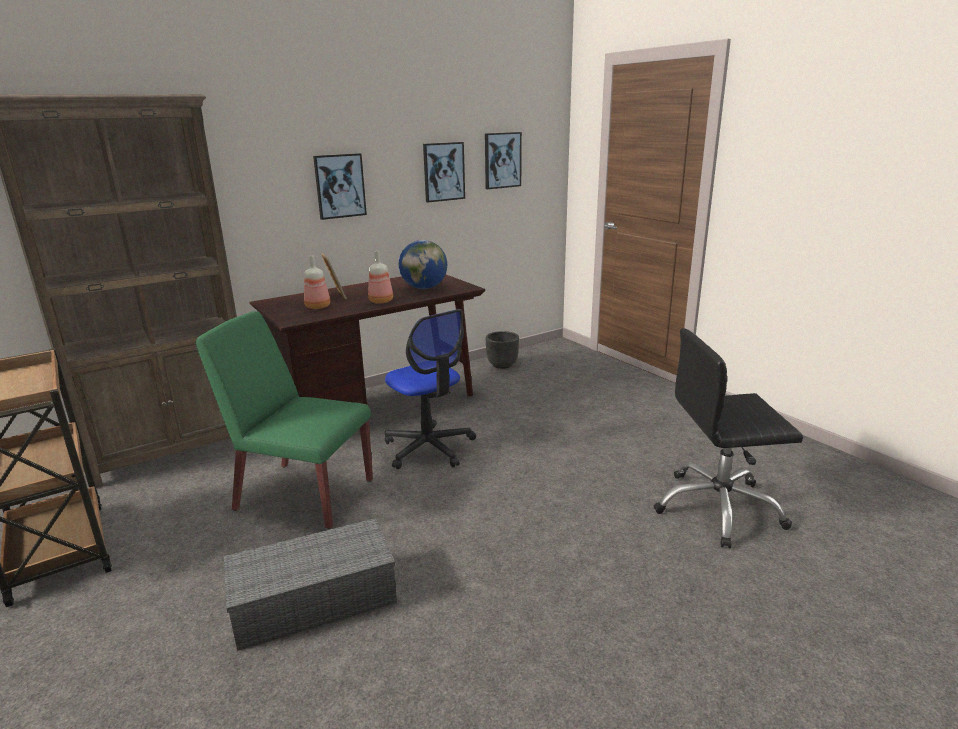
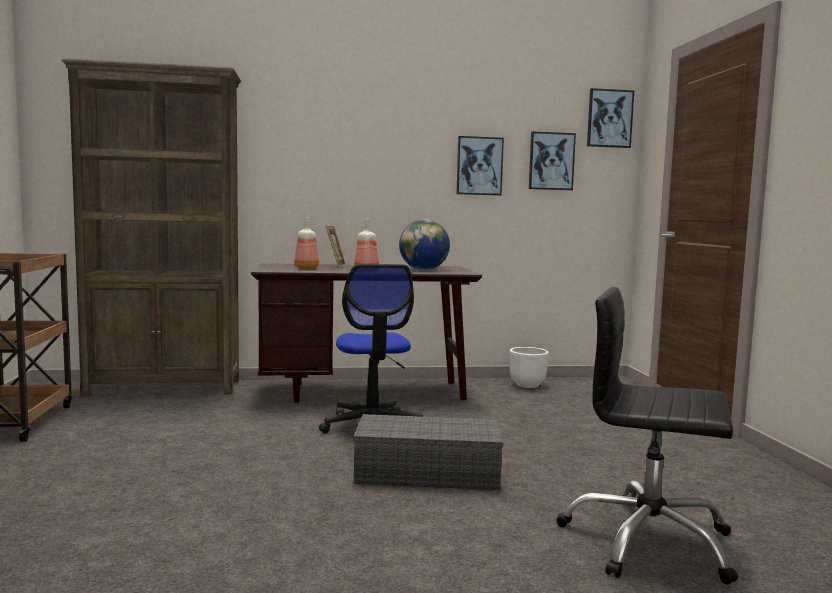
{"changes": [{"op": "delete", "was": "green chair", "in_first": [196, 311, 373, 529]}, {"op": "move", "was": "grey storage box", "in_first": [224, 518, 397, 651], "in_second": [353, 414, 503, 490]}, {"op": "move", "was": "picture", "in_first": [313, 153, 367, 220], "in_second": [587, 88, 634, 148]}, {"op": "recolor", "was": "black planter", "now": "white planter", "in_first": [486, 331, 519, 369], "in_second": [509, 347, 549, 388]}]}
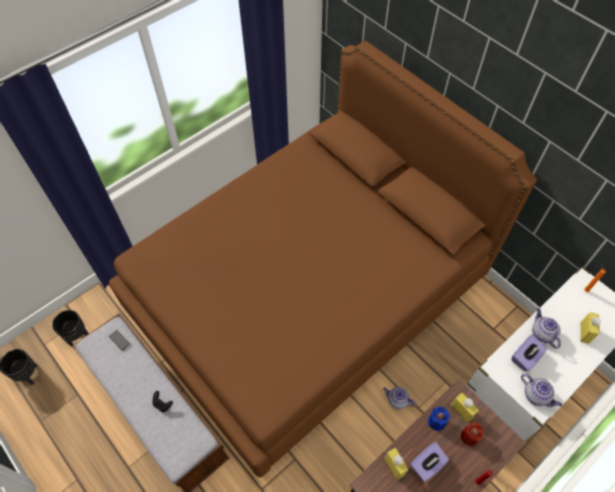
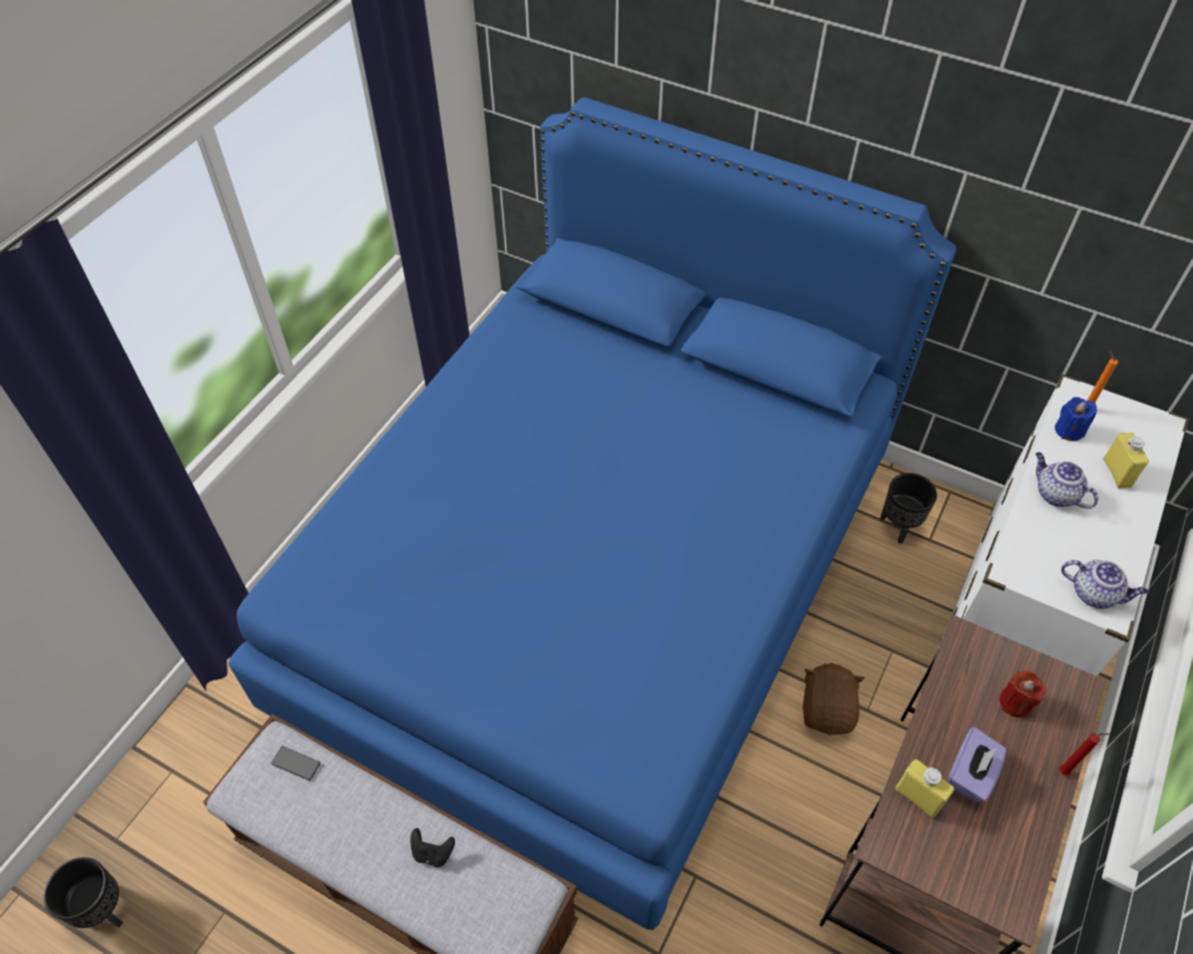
{"changes": [{"op": "delete", "was": "yellow bottle", "in_first": [451, 393, 479, 422]}, {"op": "delete", "was": "purple tissue box", "in_first": [511, 334, 547, 371]}, {"op": "move", "was": "black planter", "in_first": [52, 310, 89, 346], "in_second": [880, 473, 937, 544]}, {"op": "move", "was": "blue candle", "in_first": [428, 407, 450, 431], "in_second": [1055, 397, 1097, 441]}, {"op": "replace", "was": "teapot", "now": "brown plush toy", "in_first": [383, 387, 416, 409], "in_second": [803, 663, 865, 735]}, {"op": "recolor", "was": "brown bed", "now": "blue bed", "in_first": [109, 41, 537, 478], "in_second": [229, 97, 957, 930]}]}
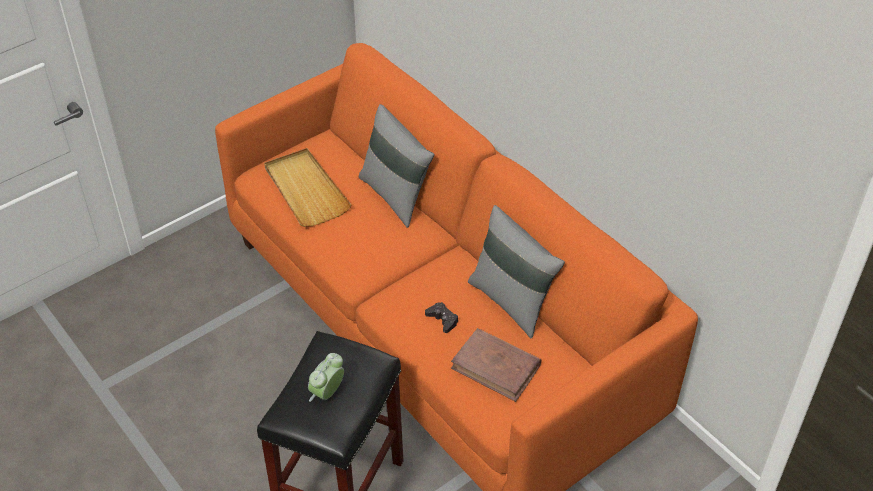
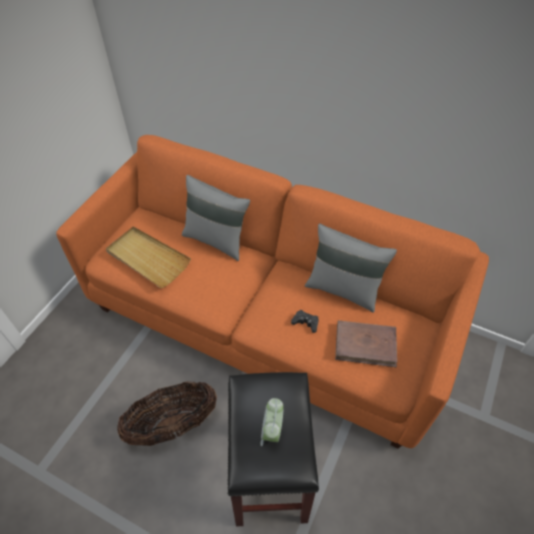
{"changes": [{"op": "insert", "now": "basket", "in_second": [117, 381, 217, 446]}]}
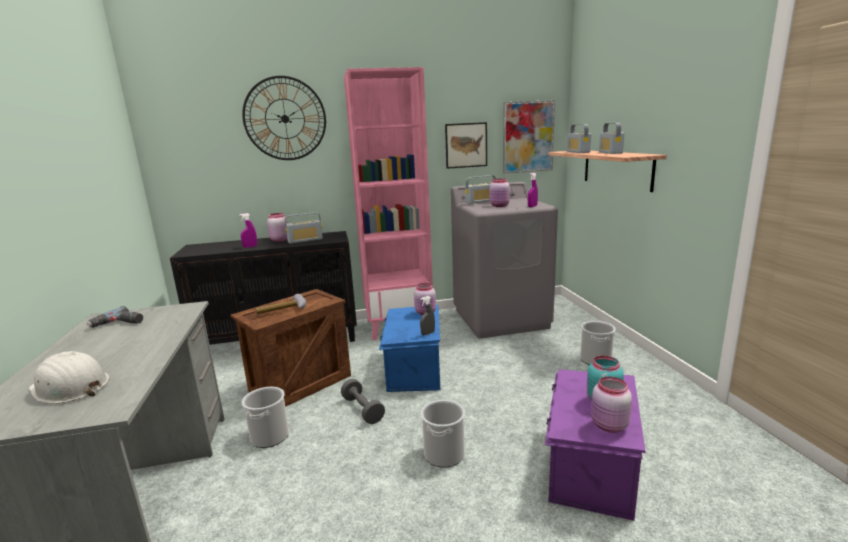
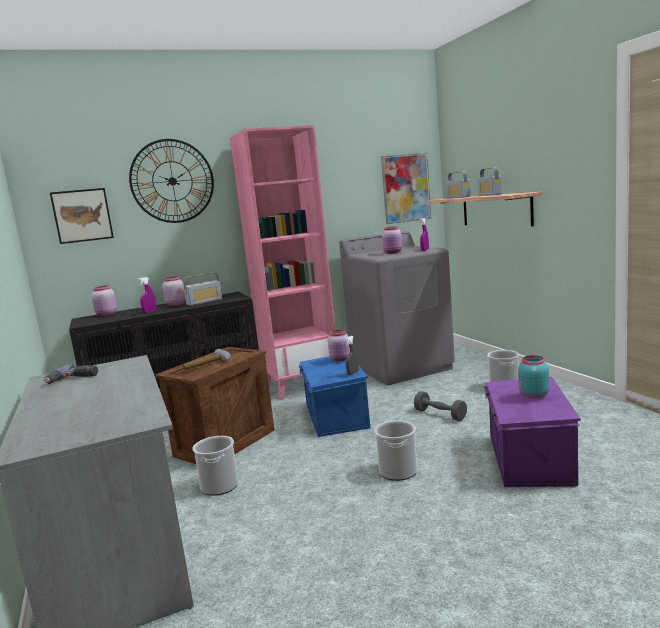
{"changes": [{"op": "delete", "was": "white hard hat", "in_first": [29, 351, 110, 404]}, {"op": "delete", "was": "radio", "in_first": [465, 175, 496, 204]}, {"op": "move", "was": "grey dumbbell", "in_first": [341, 379, 385, 424], "in_second": [414, 391, 467, 421]}, {"op": "move", "was": "picture", "in_first": [445, 122, 487, 169], "in_second": [50, 188, 114, 244]}, {"op": "move", "was": "pink jar", "in_first": [591, 376, 632, 433], "in_second": [92, 285, 117, 316]}]}
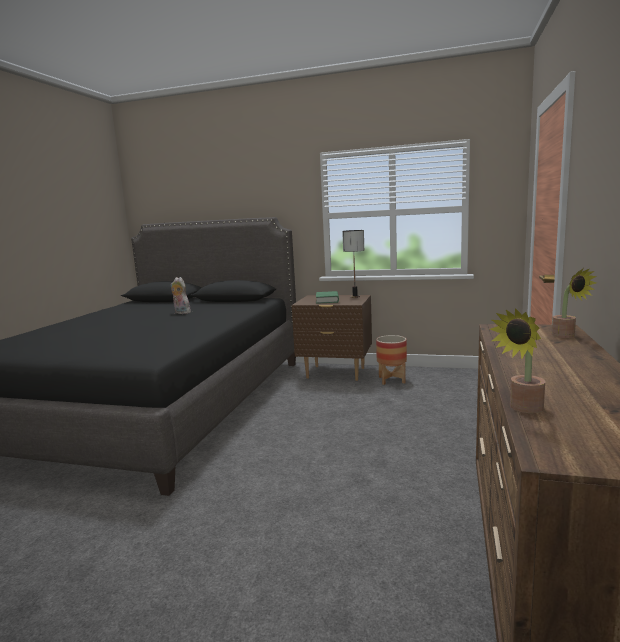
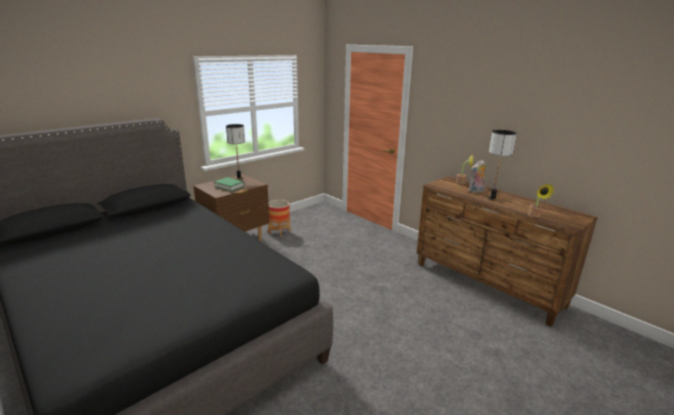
{"changes": [{"op": "insert", "now": "table lamp", "in_second": [488, 130, 517, 201]}, {"op": "move", "was": "plush toy", "in_first": [171, 277, 191, 314], "in_second": [469, 160, 486, 193]}]}
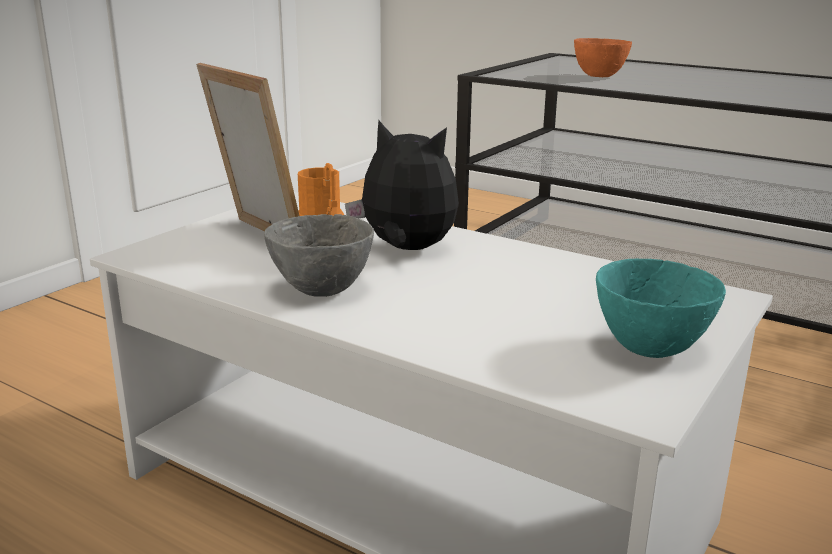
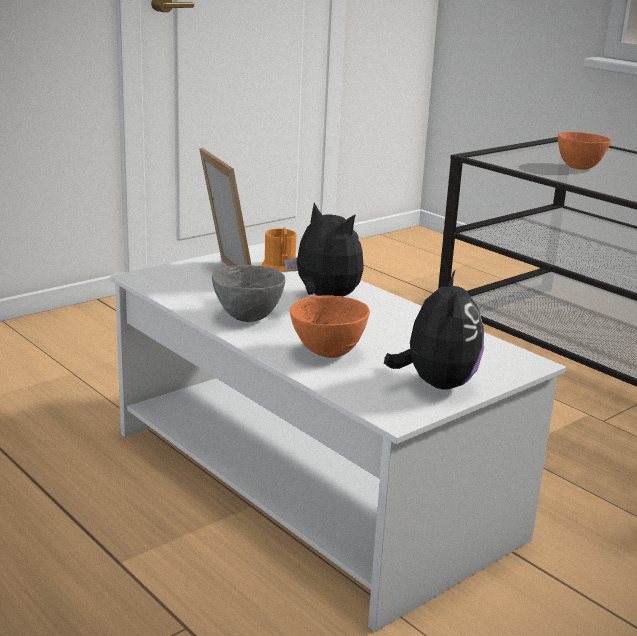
{"changes": [{"op": "insert", "now": "orange bowl", "in_second": [290, 295, 370, 358]}, {"op": "replace", "was": "turquoise bowl", "now": "plush toy", "in_first": [596, 258, 726, 358], "in_second": [384, 269, 484, 389]}]}
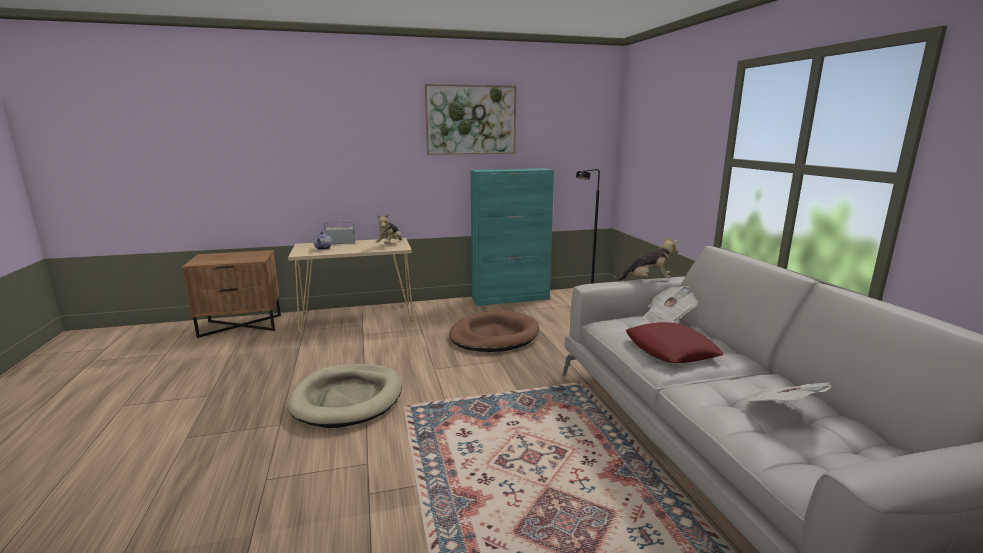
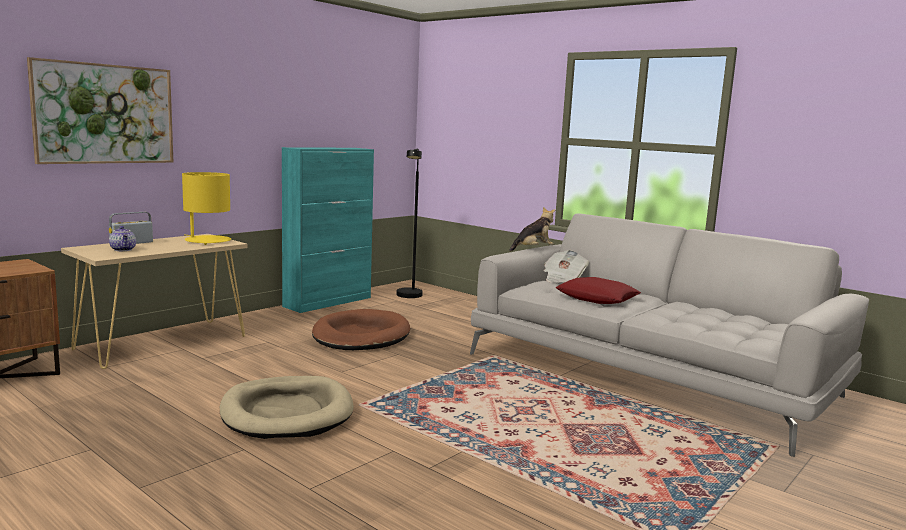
{"changes": [{"op": "delete", "was": "newspaper", "in_first": [742, 383, 831, 402]}, {"op": "move", "was": "picture", "in_first": [425, 84, 516, 155], "in_second": [27, 57, 174, 164]}, {"op": "replace", "was": "plush toy", "now": "yellow table lamp", "in_first": [376, 214, 402, 244], "in_second": [182, 172, 231, 245]}]}
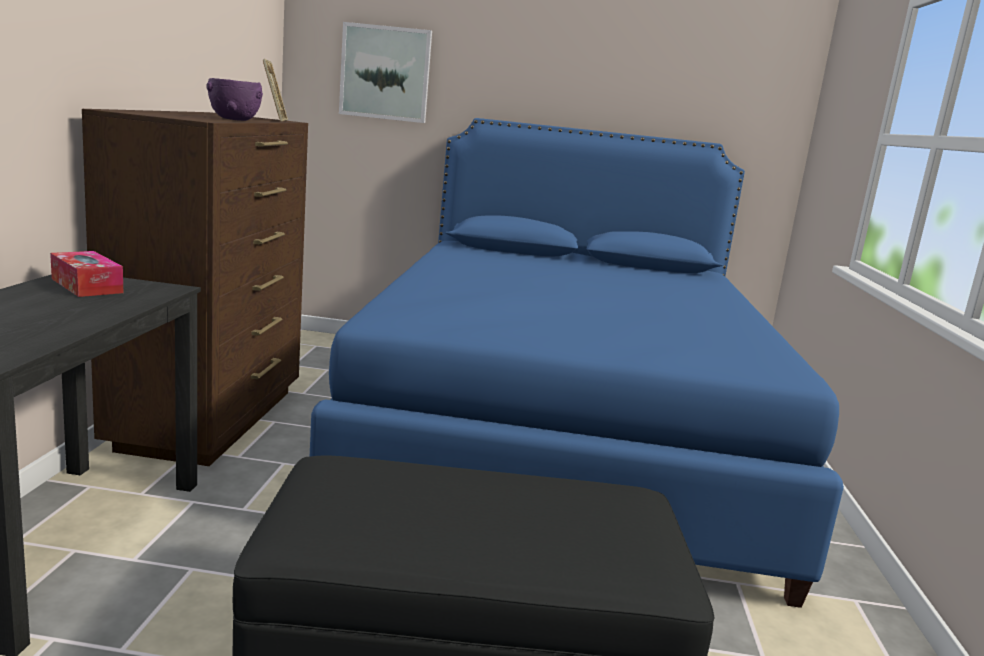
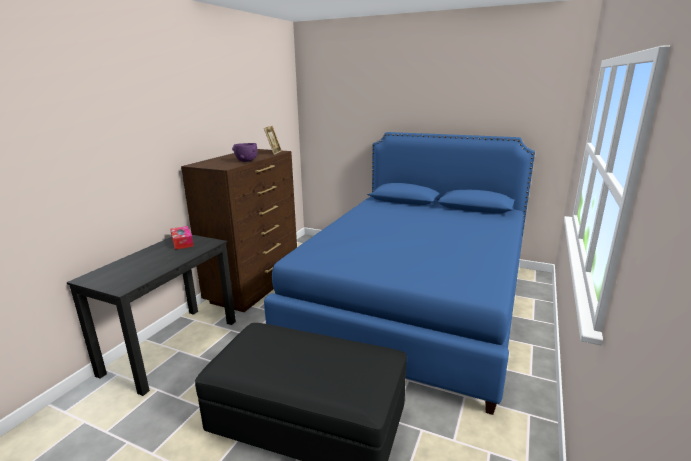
{"changes": [{"op": "delete", "was": "picture", "in_first": [339, 22, 432, 123]}]}
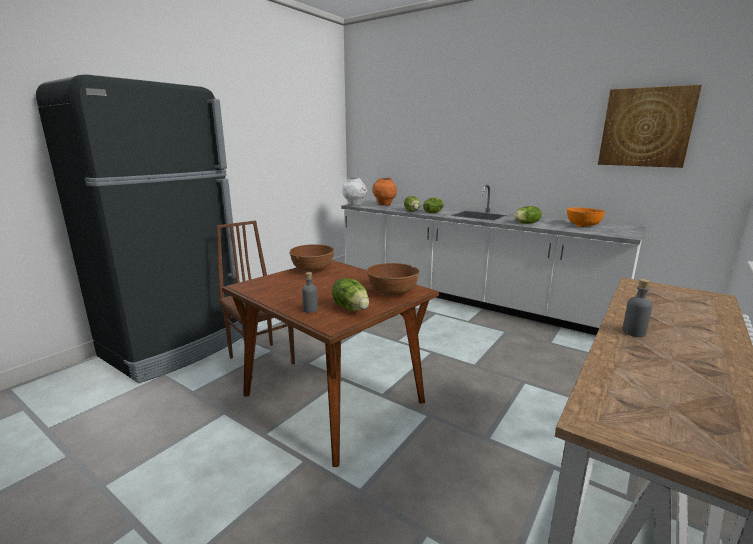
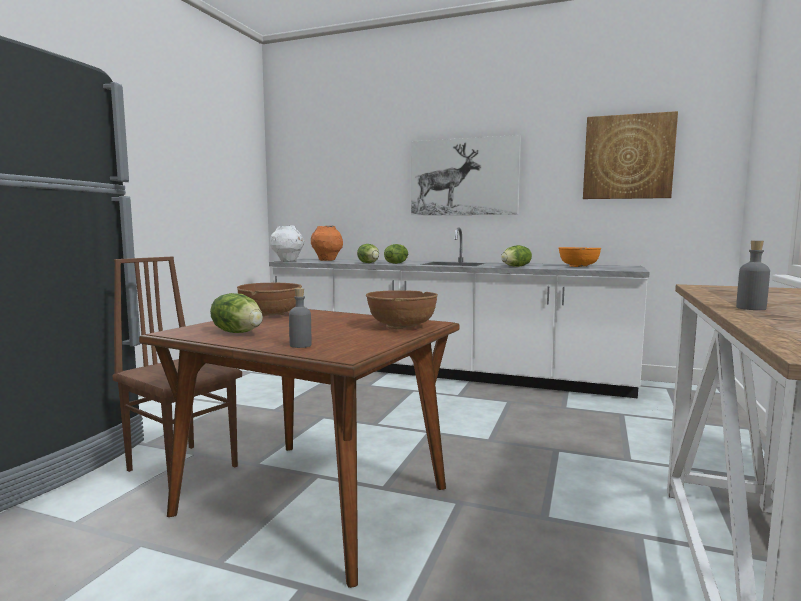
{"changes": [{"op": "insert", "now": "picture", "in_second": [411, 135, 521, 216]}, {"op": "move", "was": "lettuce", "in_first": [332, 278, 369, 311], "in_second": [210, 293, 263, 333]}]}
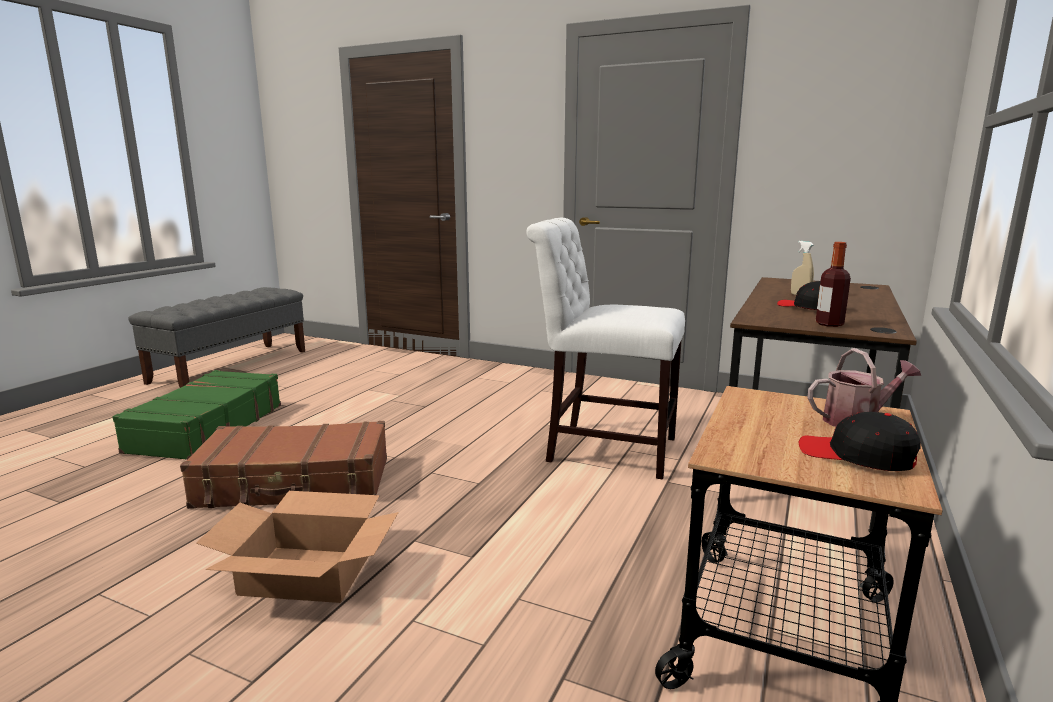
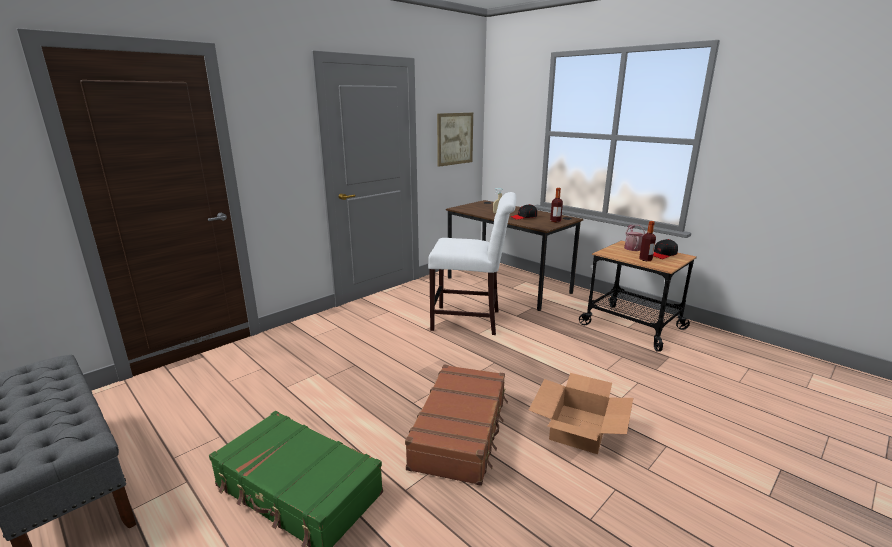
{"changes": [{"op": "insert", "now": "picture", "in_second": [437, 113, 473, 167]}, {"op": "insert", "now": "bottle", "in_second": [639, 221, 656, 261]}, {"op": "rotate", "was": "white chair", "in_first": [526, 218, 685, 480], "in_second": [428, 192, 517, 335], "clockwise": -120}]}
